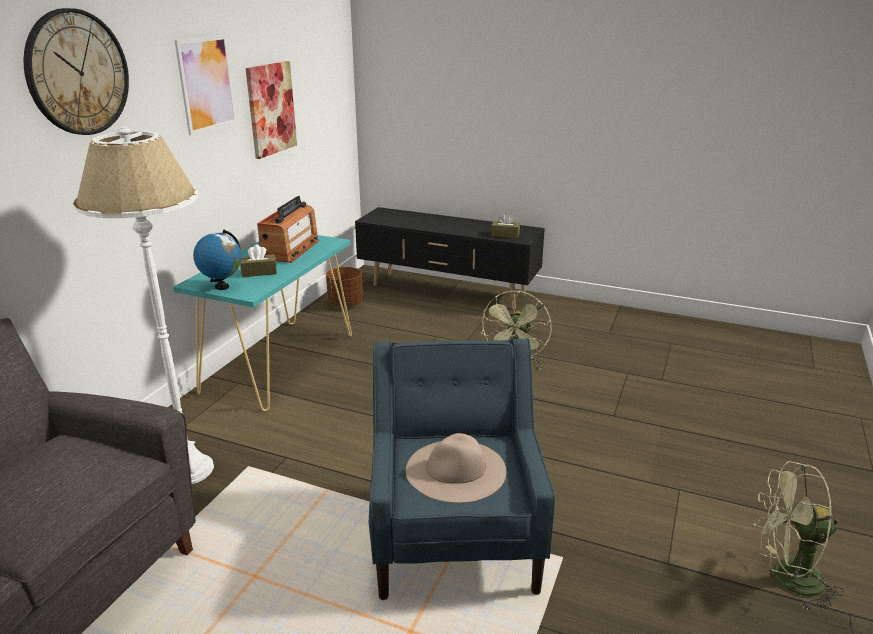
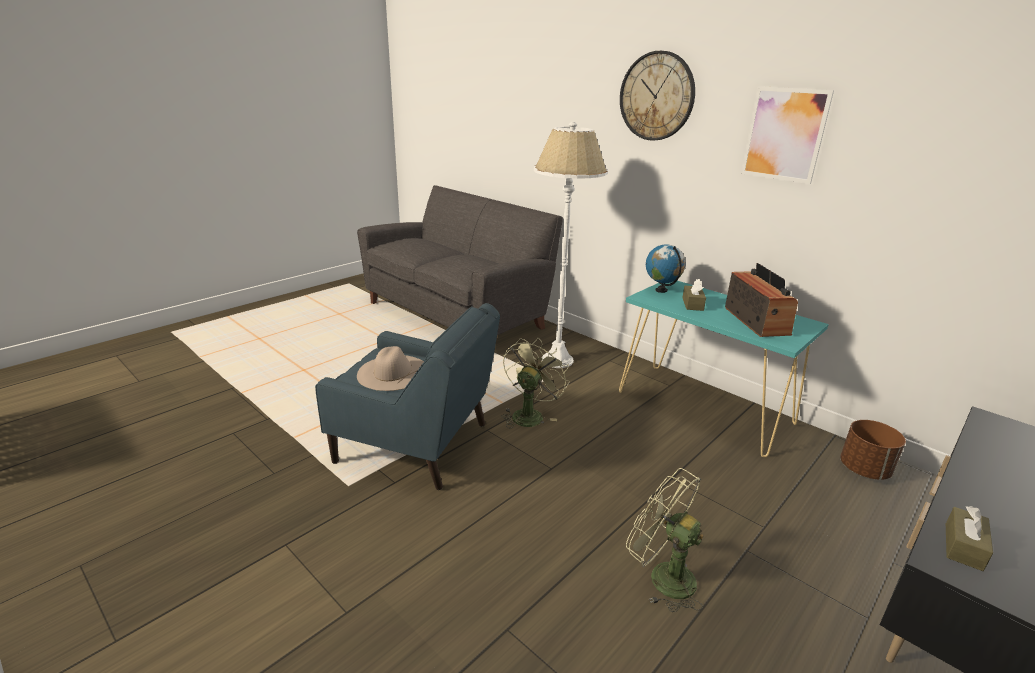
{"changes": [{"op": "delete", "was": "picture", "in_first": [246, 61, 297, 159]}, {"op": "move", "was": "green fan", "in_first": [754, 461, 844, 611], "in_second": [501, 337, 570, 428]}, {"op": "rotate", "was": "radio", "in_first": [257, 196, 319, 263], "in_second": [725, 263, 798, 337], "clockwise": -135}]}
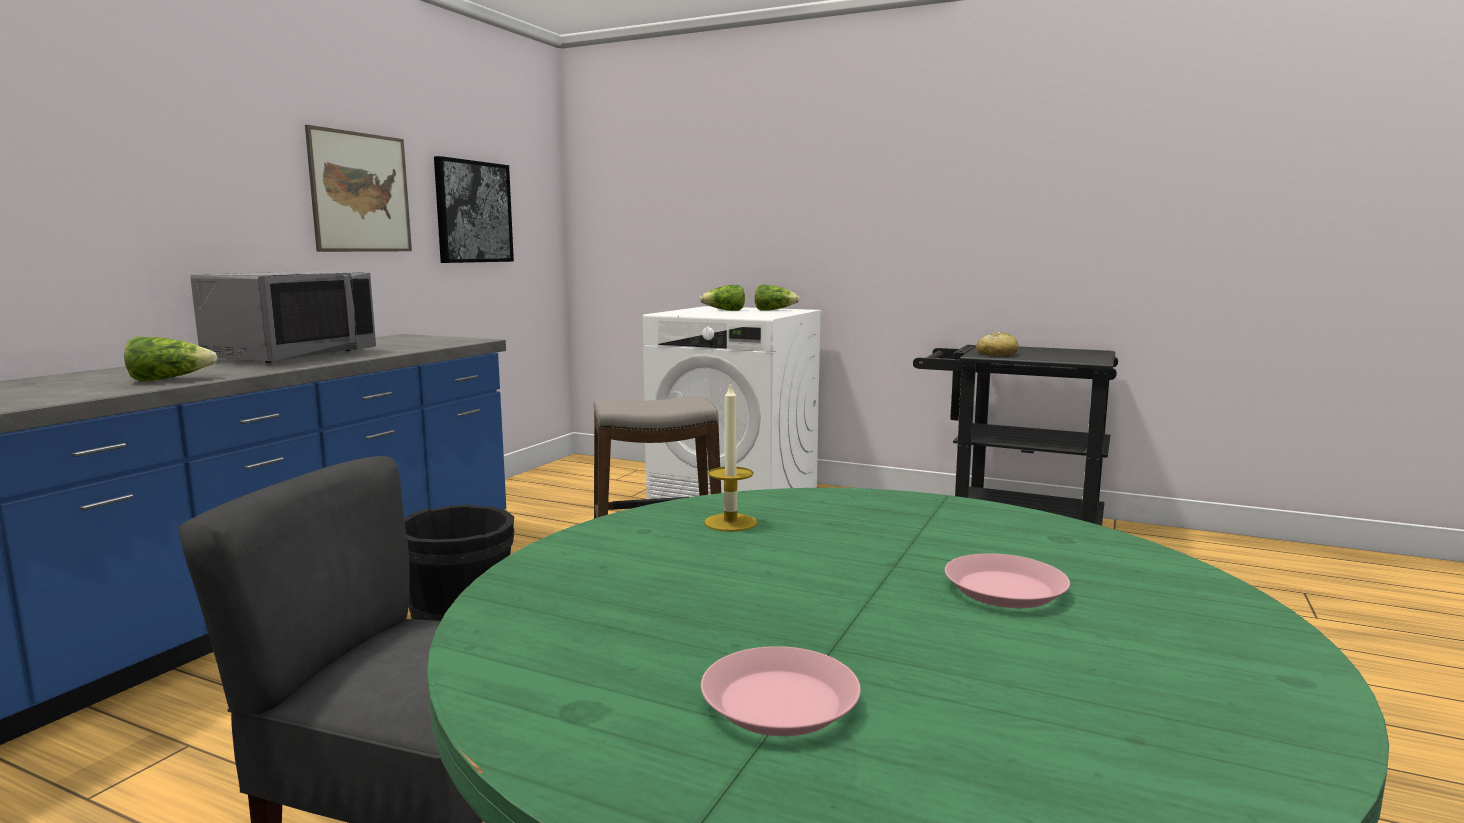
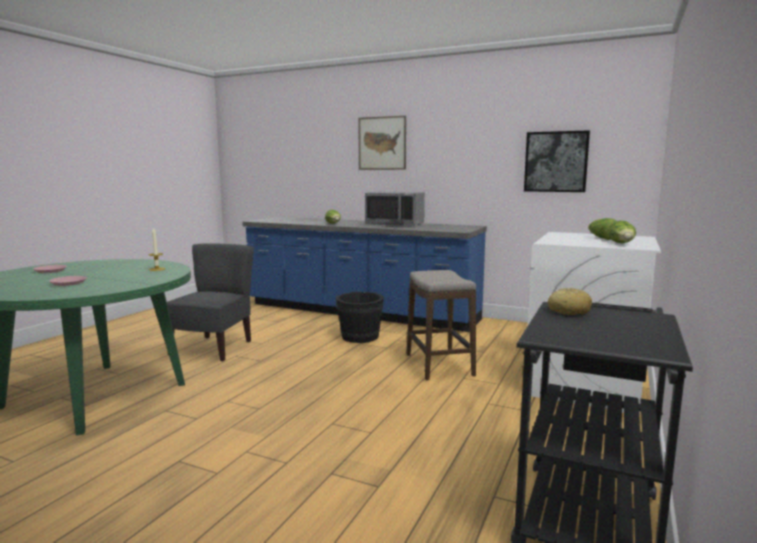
{"changes": [{"op": "move", "was": "picture", "in_first": [305, 125, 412, 252], "in_second": [358, 116, 406, 170]}]}
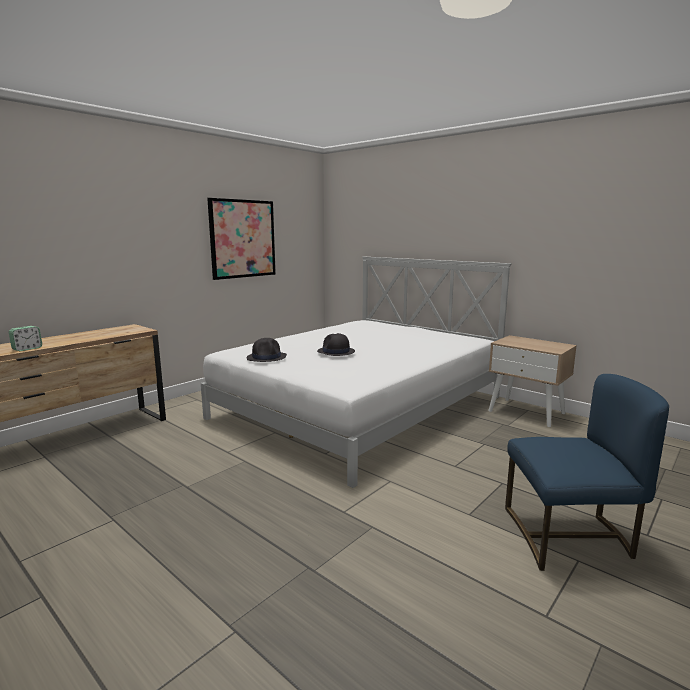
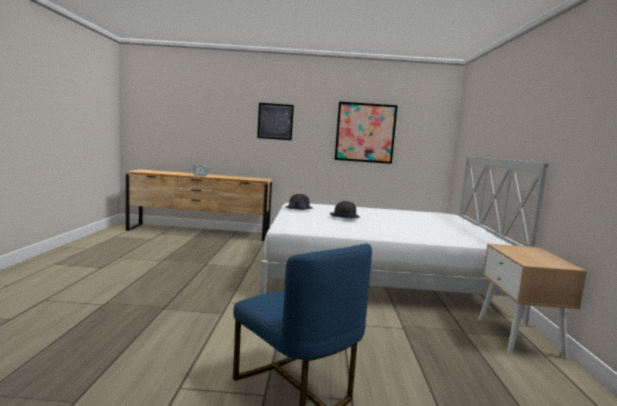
{"changes": [{"op": "insert", "now": "picture", "in_second": [257, 103, 294, 140]}]}
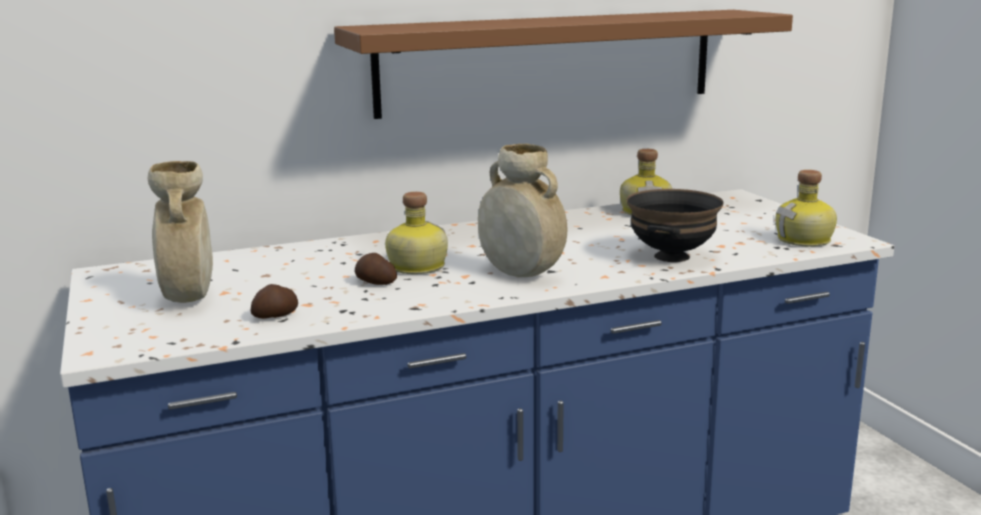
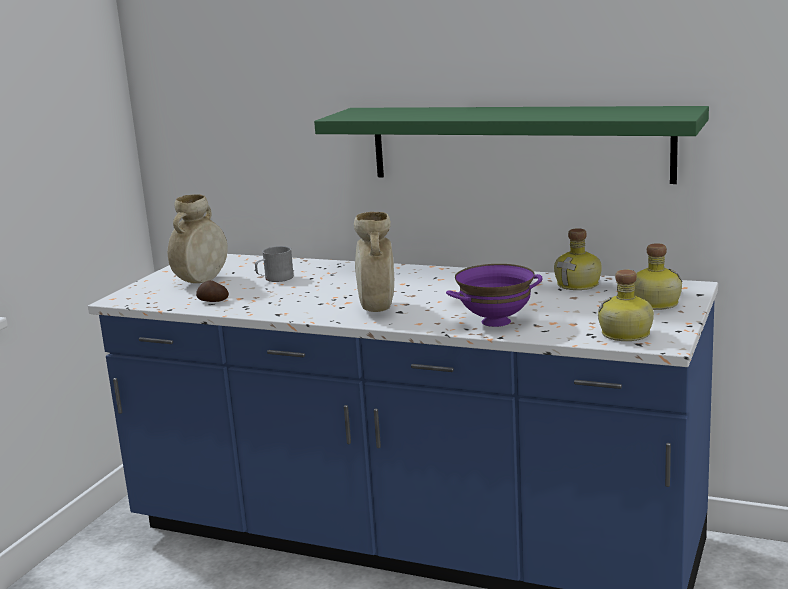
{"changes": [{"op": "delete", "was": "potato", "in_first": [355, 253, 397, 285]}, {"op": "insert", "now": "grey mug", "in_second": [255, 246, 294, 282]}, {"op": "move", "was": "bottle", "in_first": [385, 192, 448, 274], "in_second": [634, 243, 682, 310]}, {"op": "recolor", "was": "brown shelf", "now": "green shelf", "in_first": [334, 10, 793, 119], "in_second": [314, 106, 709, 184]}, {"op": "recolor", "was": "black bowl", "now": "purple bowl", "in_first": [627, 189, 723, 262], "in_second": [446, 264, 542, 327]}]}
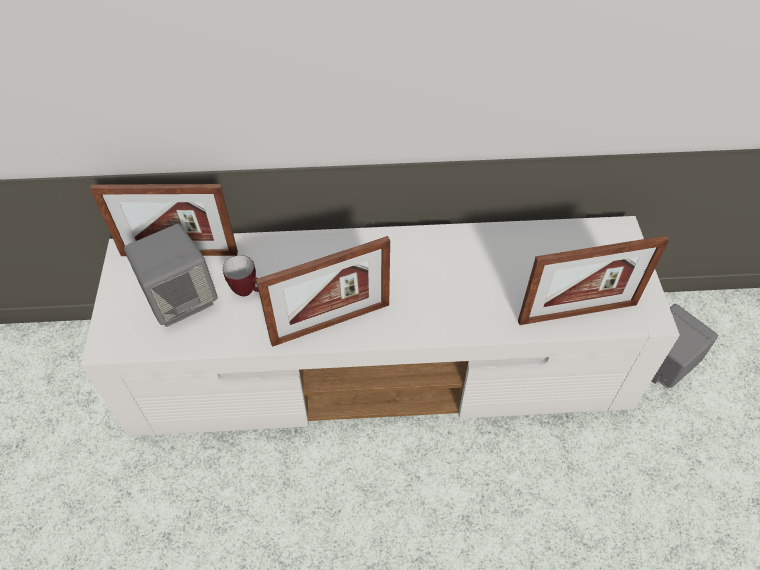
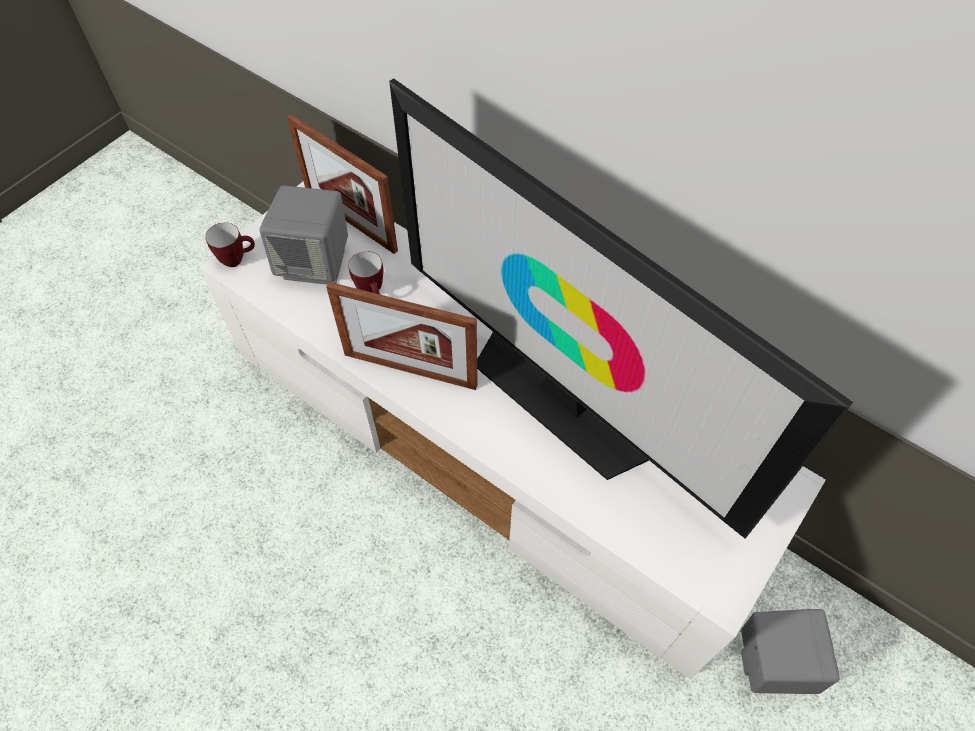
{"changes": [{"op": "delete", "was": "picture frame", "in_first": [518, 235, 669, 325]}, {"op": "insert", "now": "mug", "in_second": [205, 222, 255, 267]}, {"op": "insert", "now": "television", "in_second": [389, 78, 853, 538]}]}
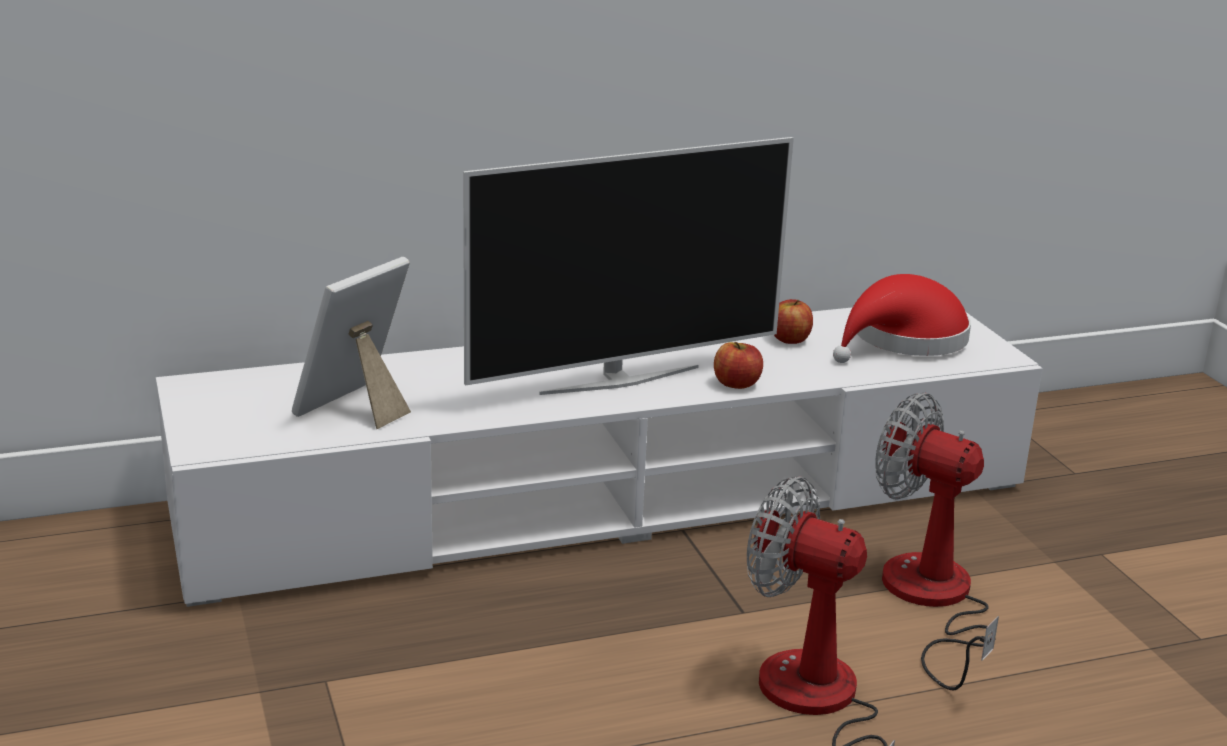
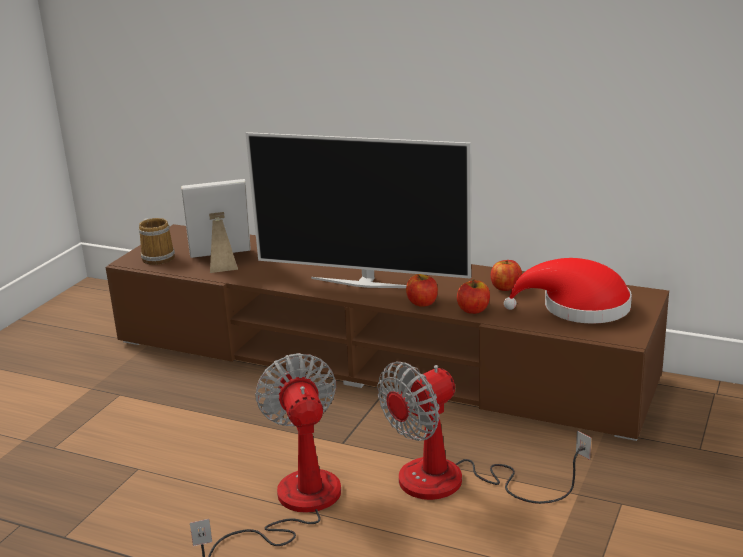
{"changes": [{"op": "insert", "now": "mug", "in_second": [139, 218, 175, 265]}, {"op": "insert", "now": "apple", "in_second": [457, 279, 490, 314]}, {"op": "recolor", "was": "white tv stand", "now": "brown tv stand", "in_first": [156, 307, 1043, 607], "in_second": [106, 224, 669, 441]}, {"op": "rotate", "was": "fan", "in_first": [875, 393, 999, 691], "in_second": [377, 362, 591, 504], "clockwise": -120}]}
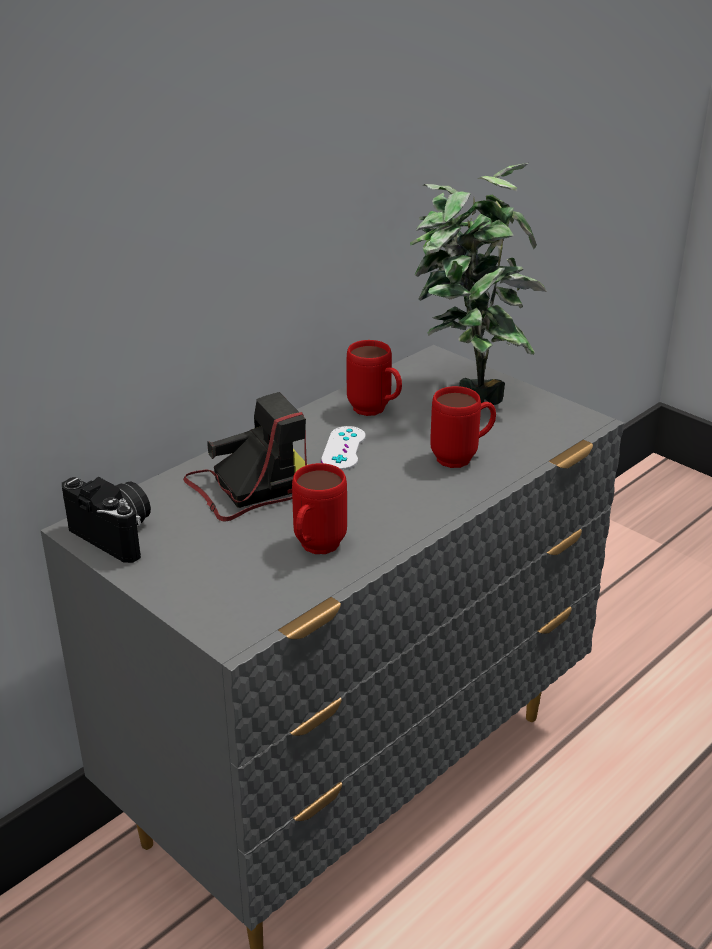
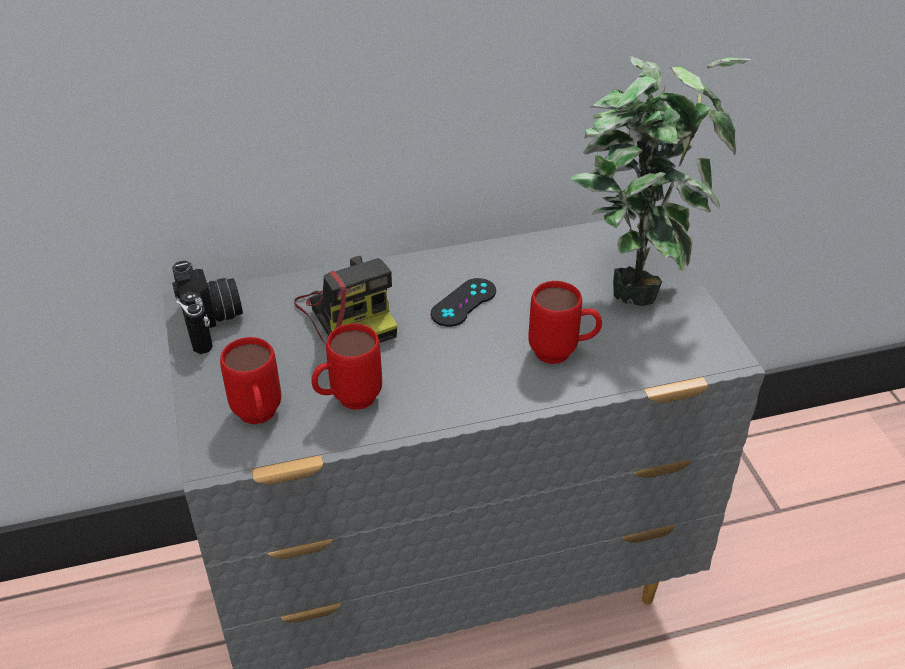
{"changes": [{"op": "move", "was": "red mug", "in_first": [347, 340, 402, 416], "in_second": [220, 337, 281, 424]}, {"op": "recolor", "was": "white game controller", "now": "black game controller", "in_first": [321, 426, 366, 470], "in_second": [431, 278, 496, 327]}, {"op": "rotate", "was": "photo camera", "in_first": [183, 392, 308, 521], "in_second": [294, 256, 397, 344], "clockwise": 60}]}
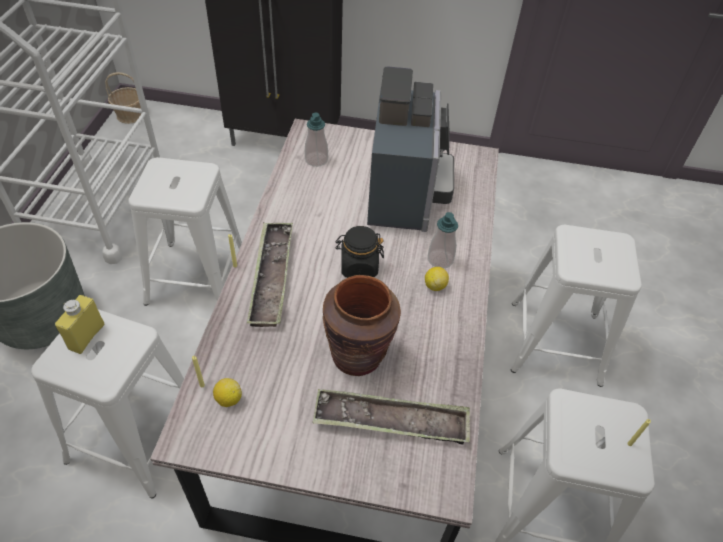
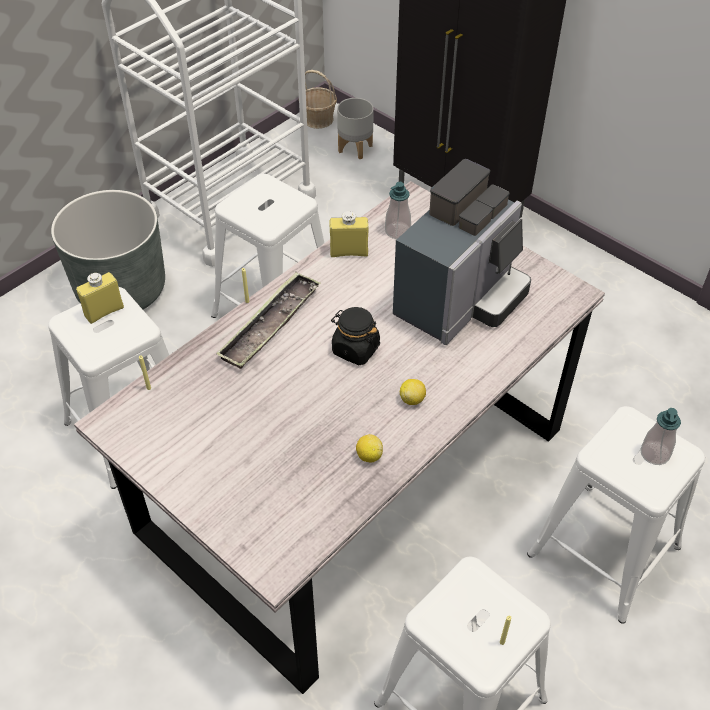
{"changes": [{"op": "delete", "was": "tray", "in_first": [313, 389, 470, 444]}, {"op": "delete", "was": "brown vase", "in_first": [323, 275, 401, 376]}, {"op": "insert", "now": "yellow bottle", "in_second": [329, 211, 369, 257]}, {"op": "insert", "now": "grey planter", "in_second": [337, 98, 374, 159]}, {"op": "move", "was": "lemon", "in_first": [213, 378, 242, 407], "in_second": [356, 434, 383, 463]}, {"op": "move", "was": "soap dispenser", "in_first": [428, 212, 458, 268], "in_second": [640, 408, 681, 465]}]}
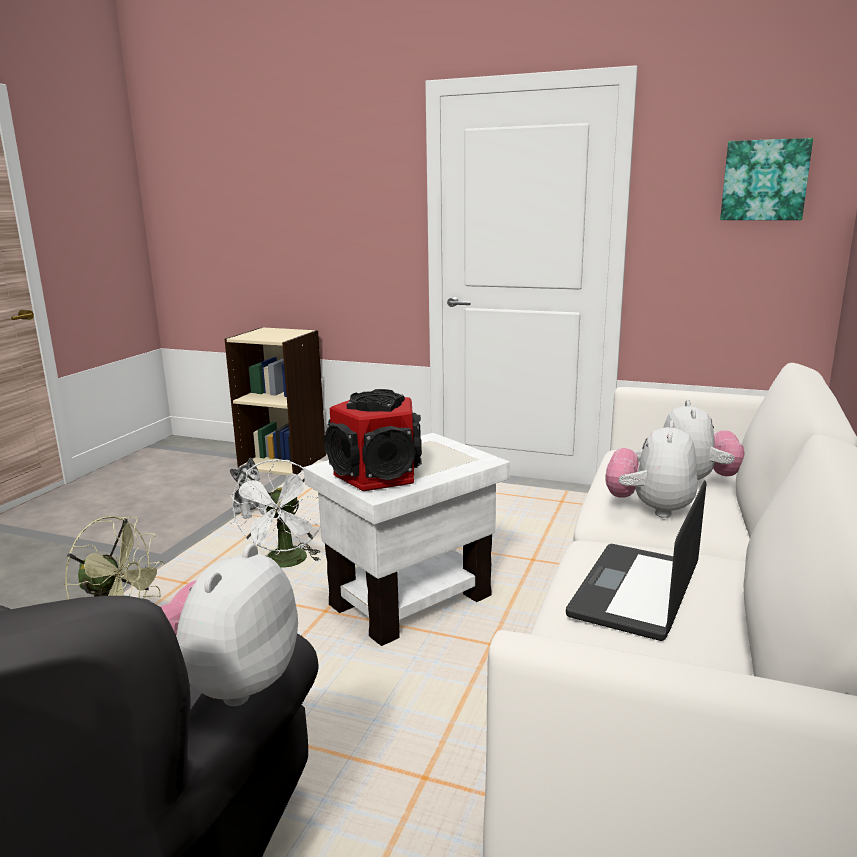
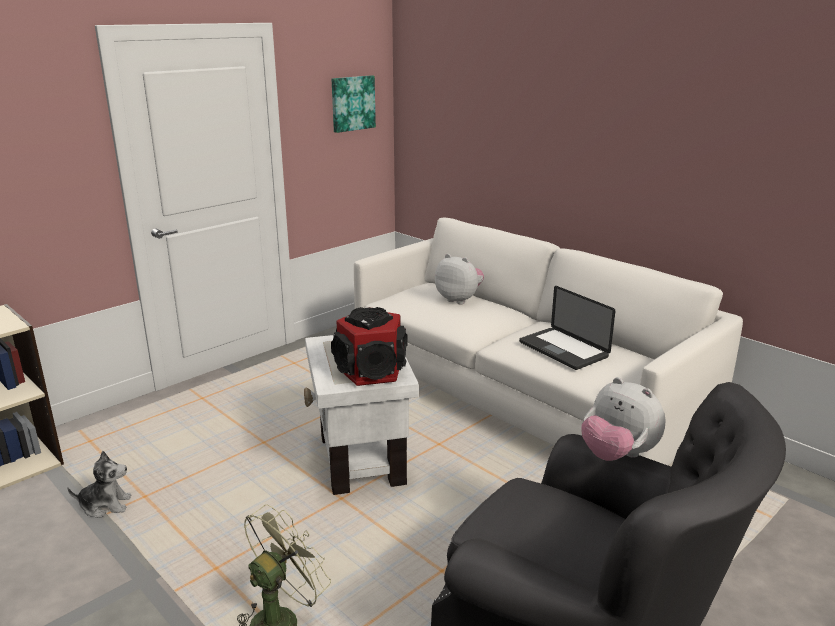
{"changes": [{"op": "delete", "was": "white fan", "in_first": [230, 459, 321, 568]}, {"op": "delete", "was": "plush toy", "in_first": [606, 420, 698, 518]}]}
